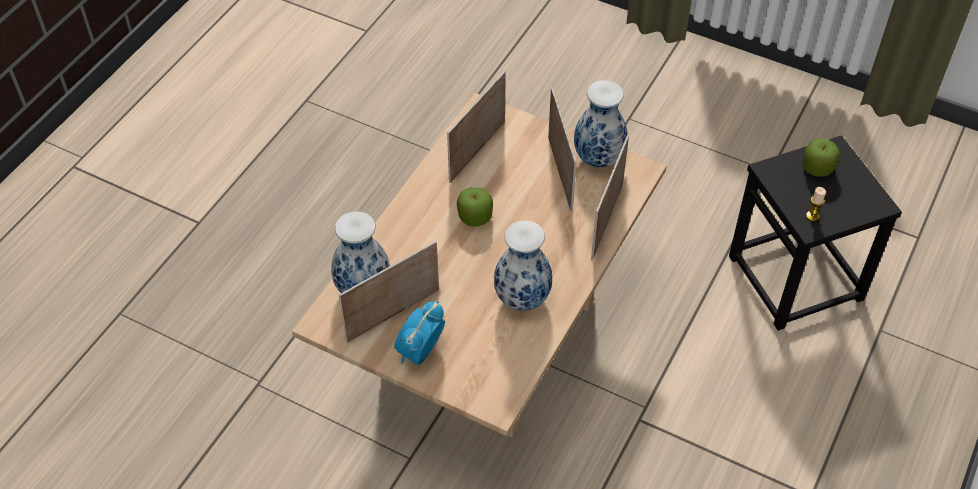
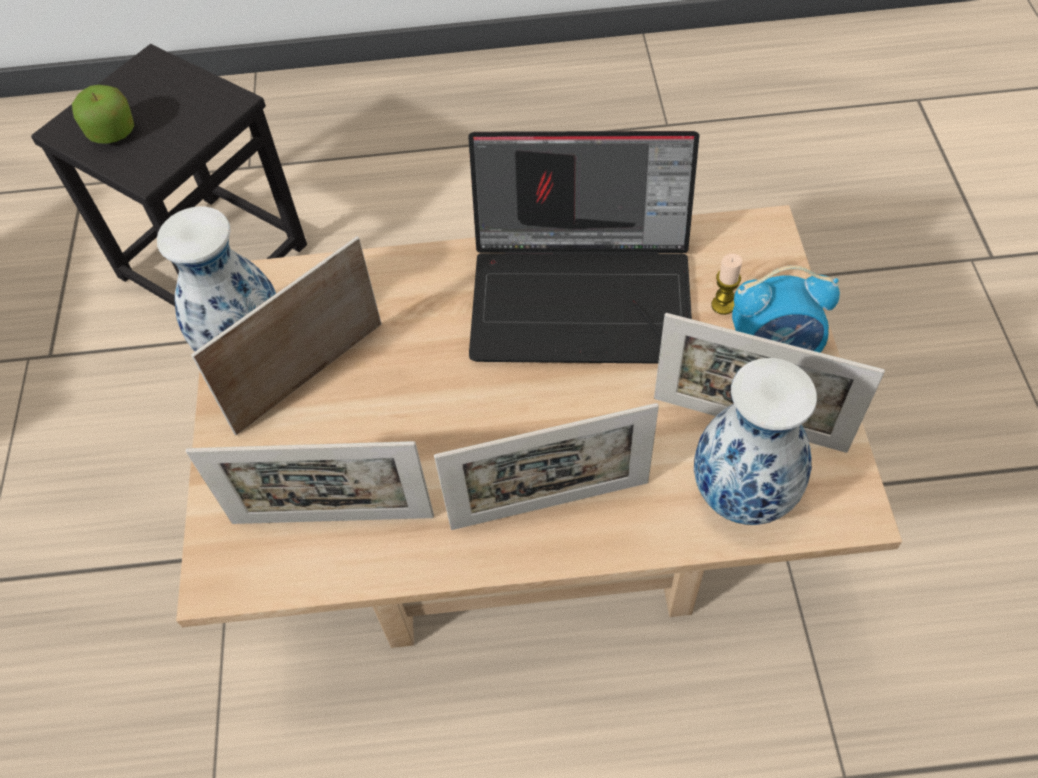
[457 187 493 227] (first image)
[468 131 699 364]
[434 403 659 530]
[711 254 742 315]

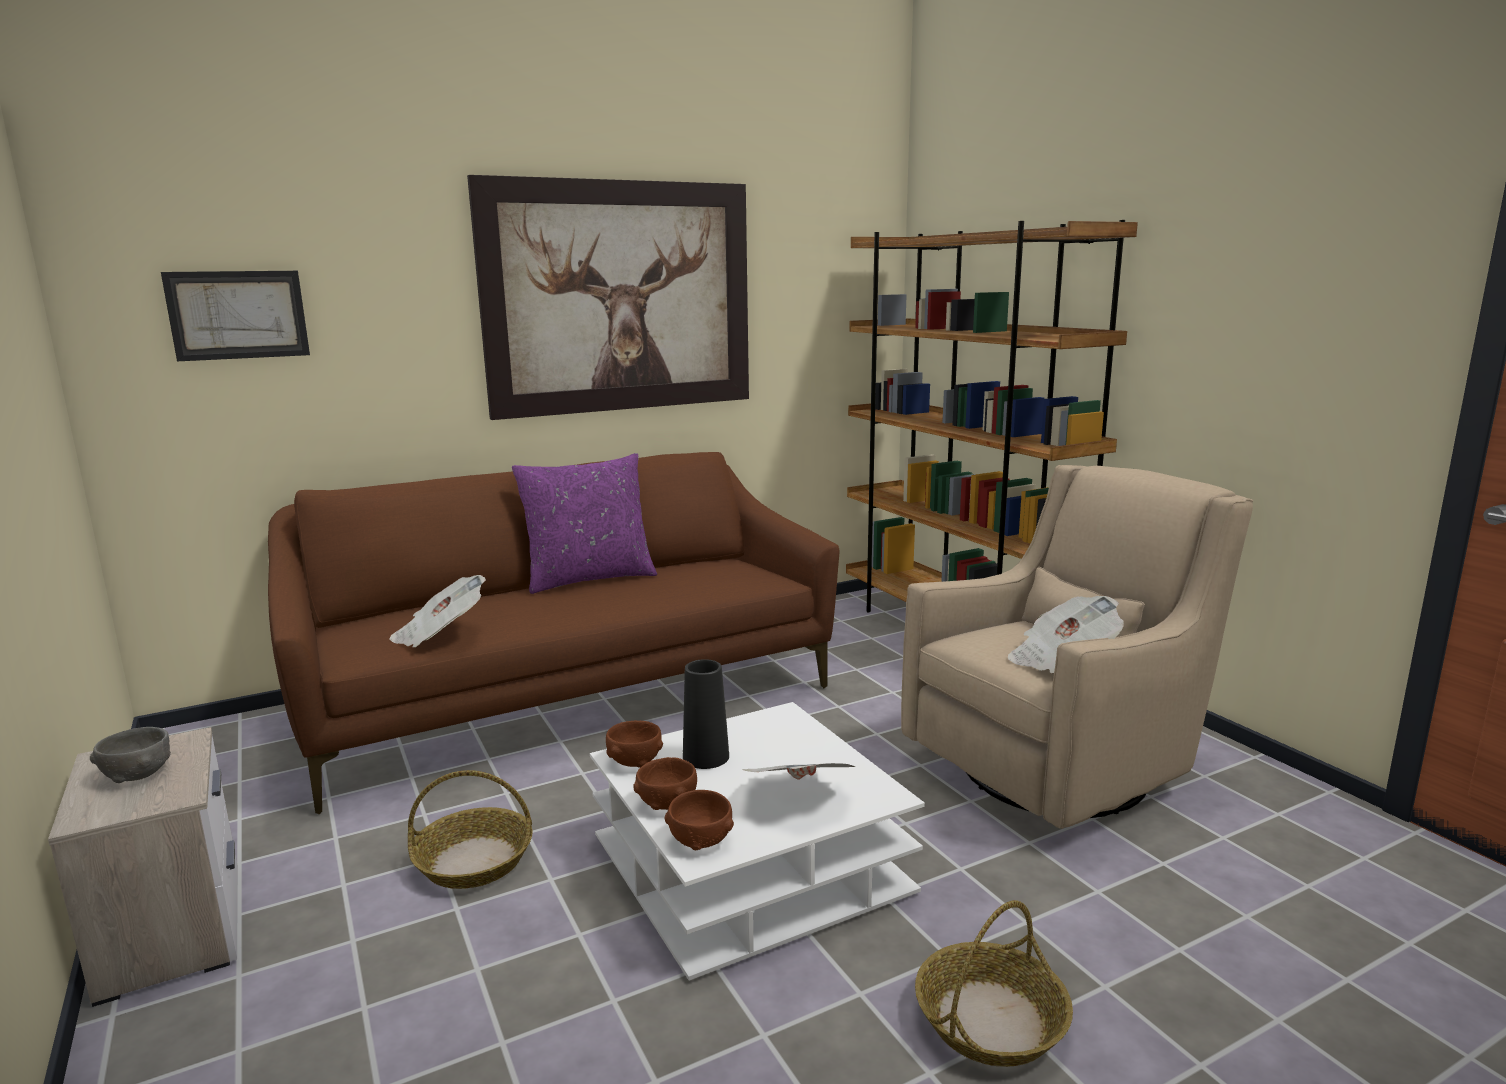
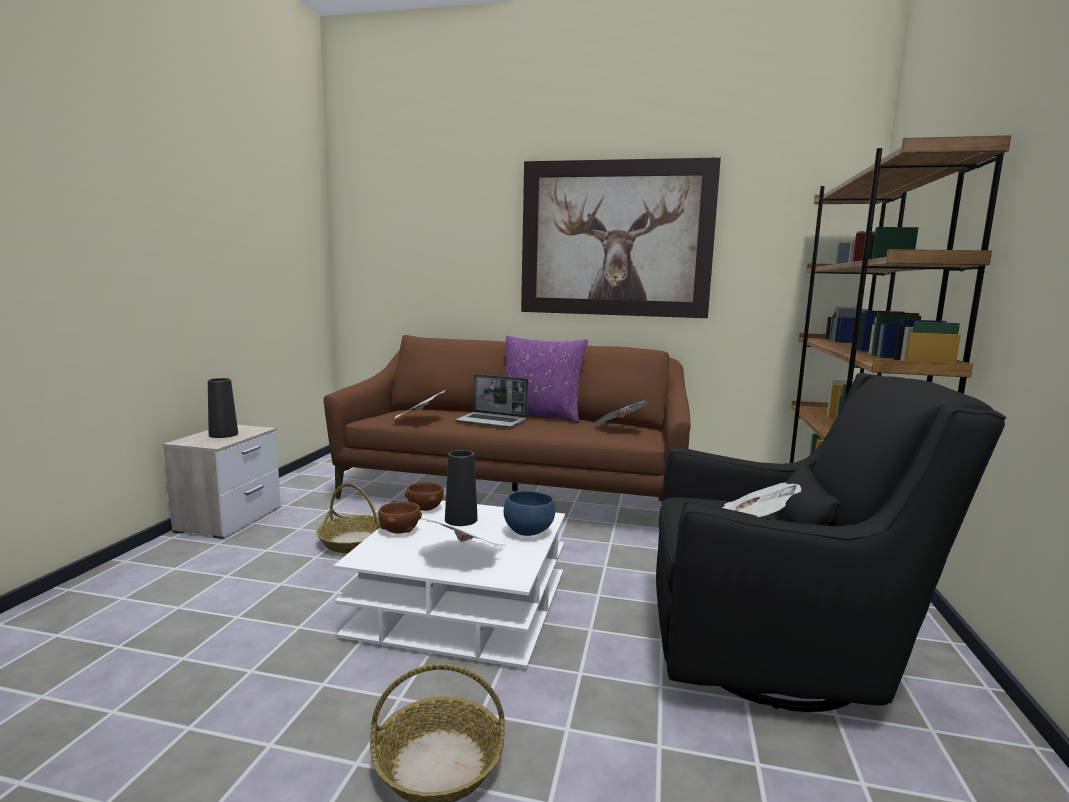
[208 378 238 438]
[161 271 310 361] (first image)
[665 790 734 850] (first image)
[656 373 1006 712]
[455 374 528 428]
[504 491 555 536]
[592 401 648 424]

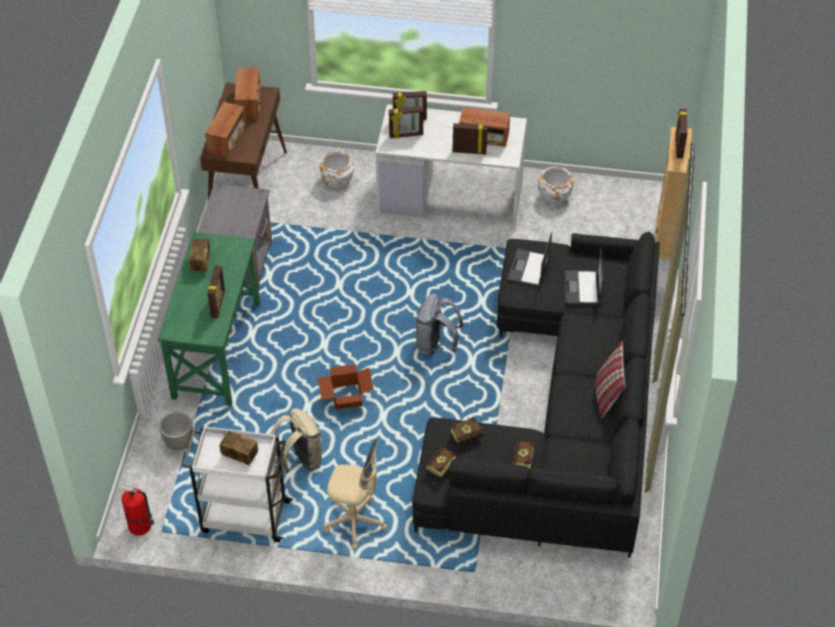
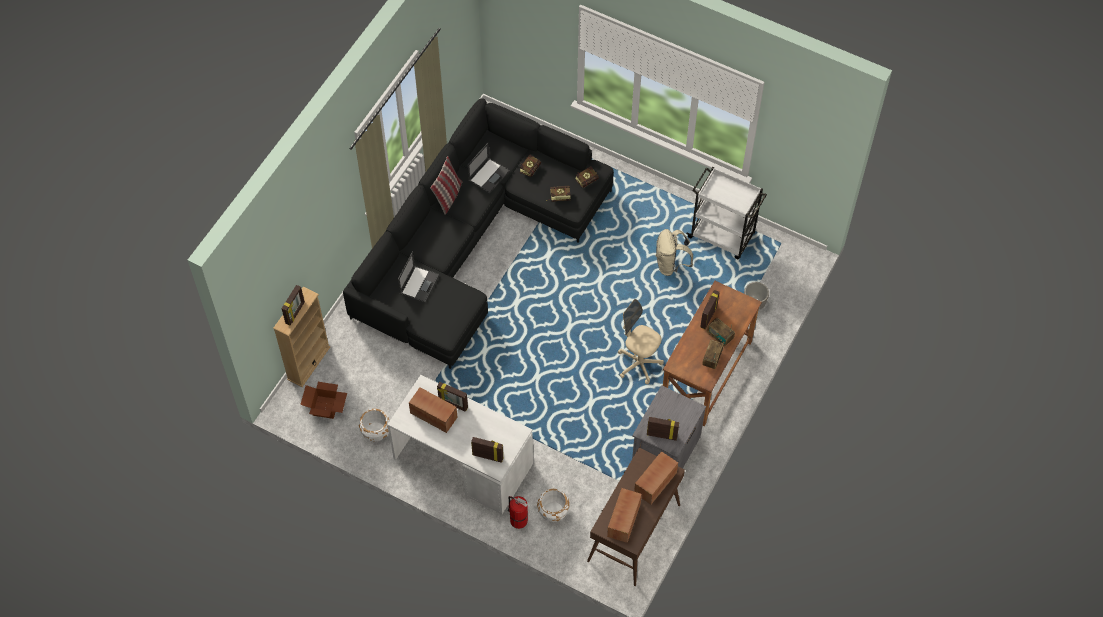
[508 496 528 529]
[663 281 762 426]
[707 318 735 346]
[300 382 347 419]
[618 299 664 384]
[647 417 679 441]
[415 293 464 356] (first image)
[467 143 510 194]

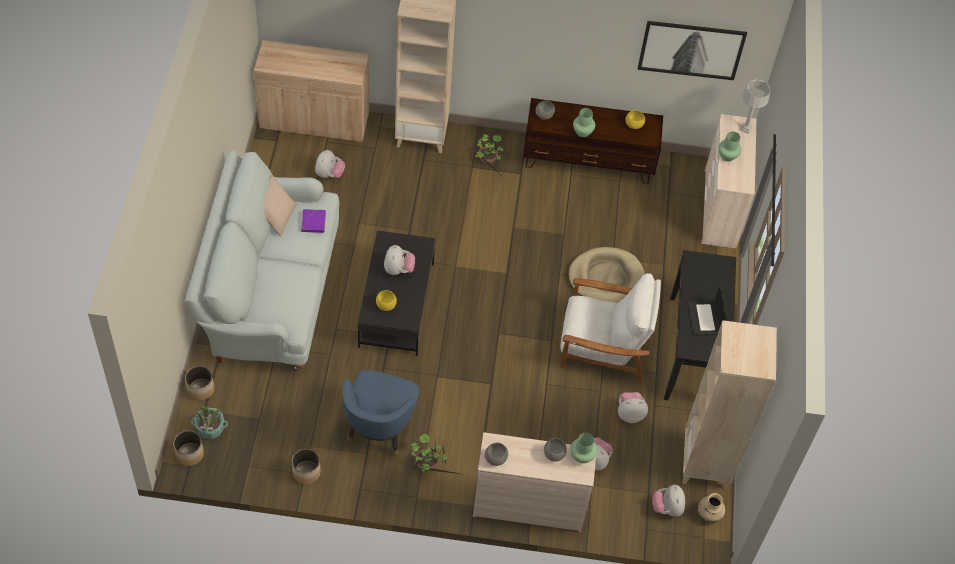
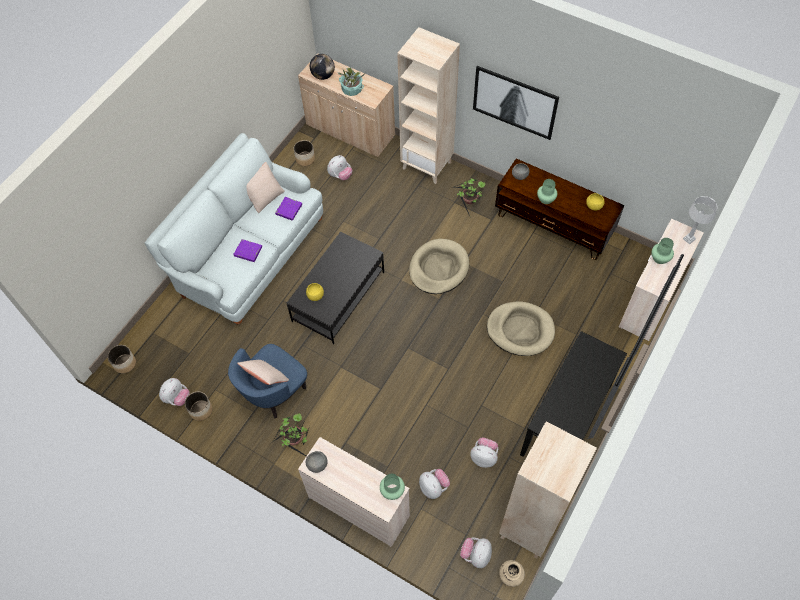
[294 140 315 166]
[338 68 365 96]
[159 378 190 406]
[544 438 567 462] (first image)
[560 273 661 382] (first image)
[473 66 559 140]
[687 286 727 336] (first image)
[233 239 262 262]
[237 360 289 385]
[310 54 335 80]
[409 238 469 294]

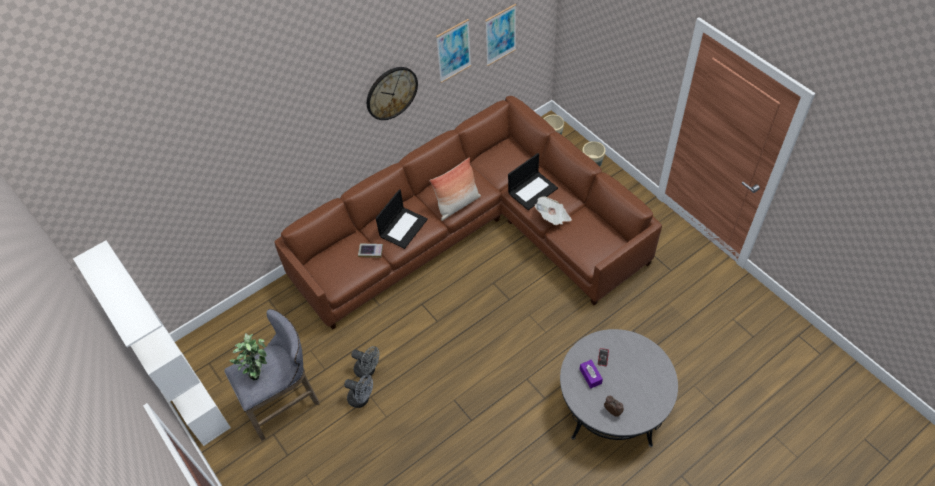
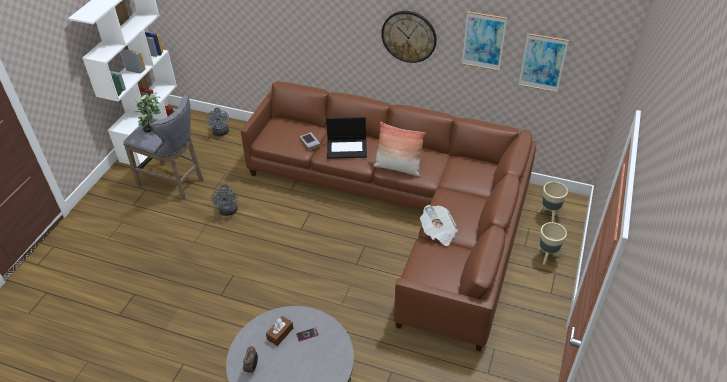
[206 108 229 136]
[508 153 558 210] (first image)
[266 316 293 346]

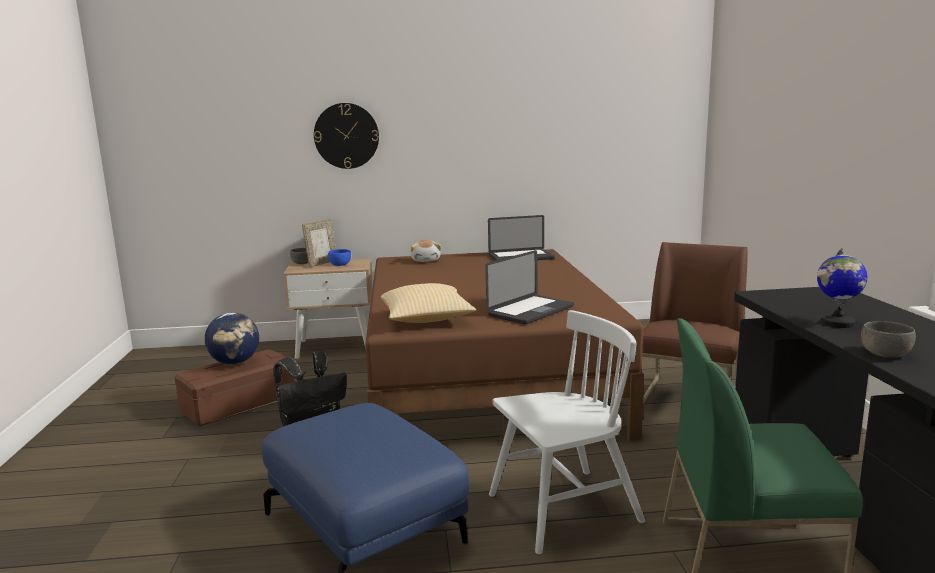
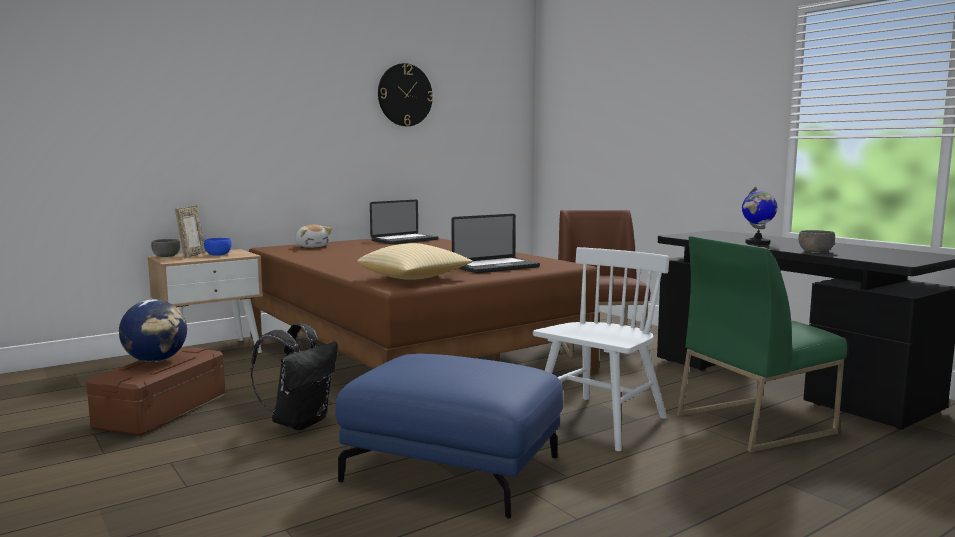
[378 63 433 126]
[452 214 540 273]

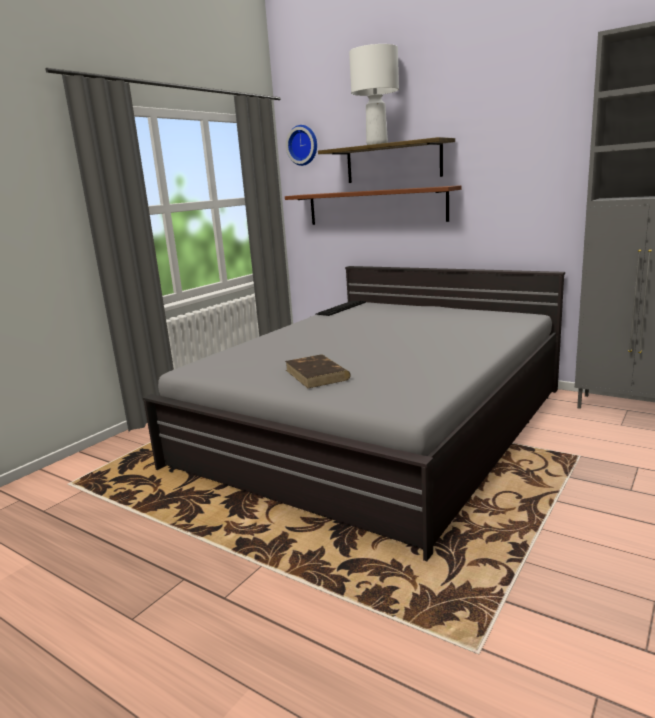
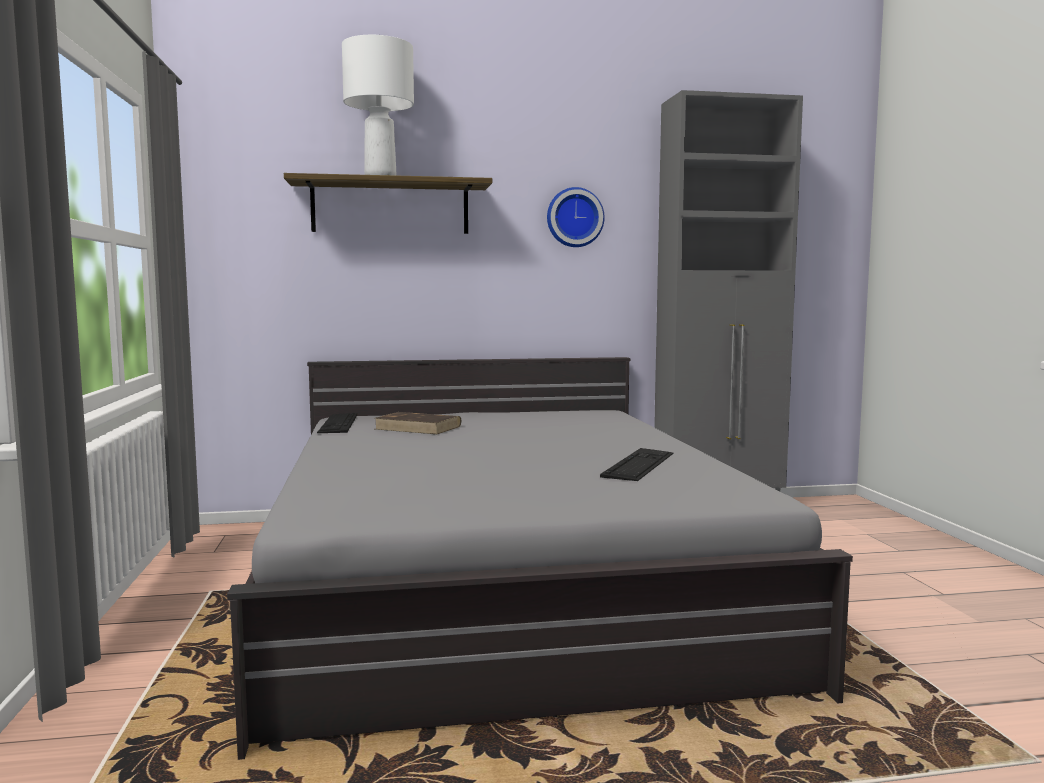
[285 185 461 225] (first image)
[375 412 461 434]
[547 187 605 247]
[600 448 673 481]

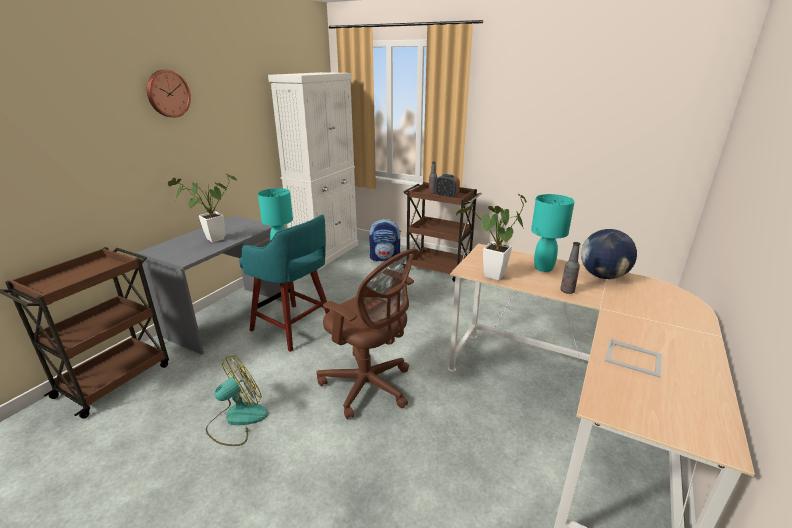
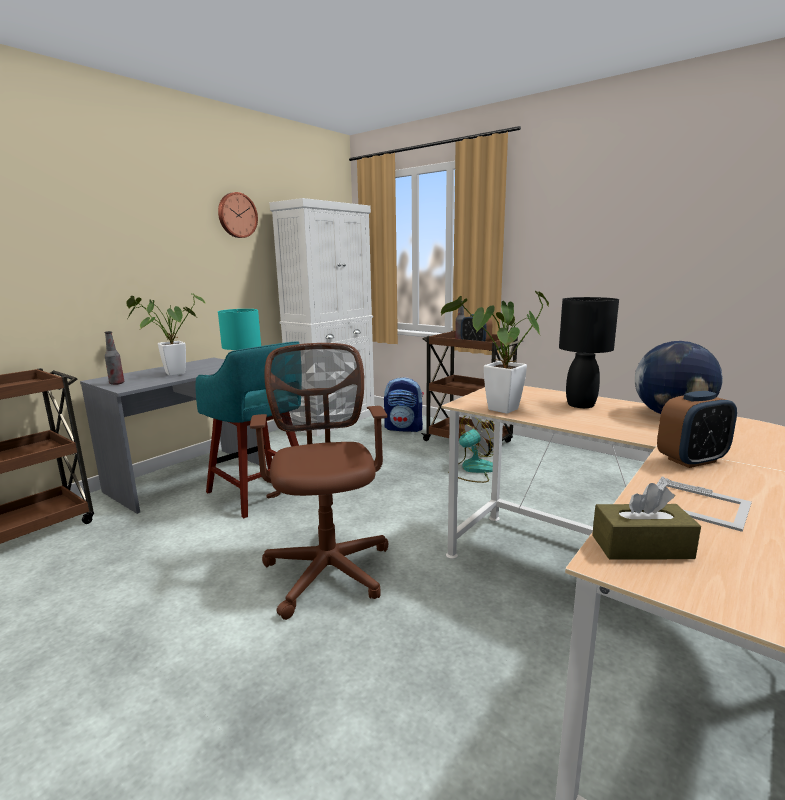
[218 192 258 238]
[448 415 494 483]
[250 343 388 620]
[559 297 619 408]
[104 331 124 385]
[592 483 701 560]
[657 391 737 468]

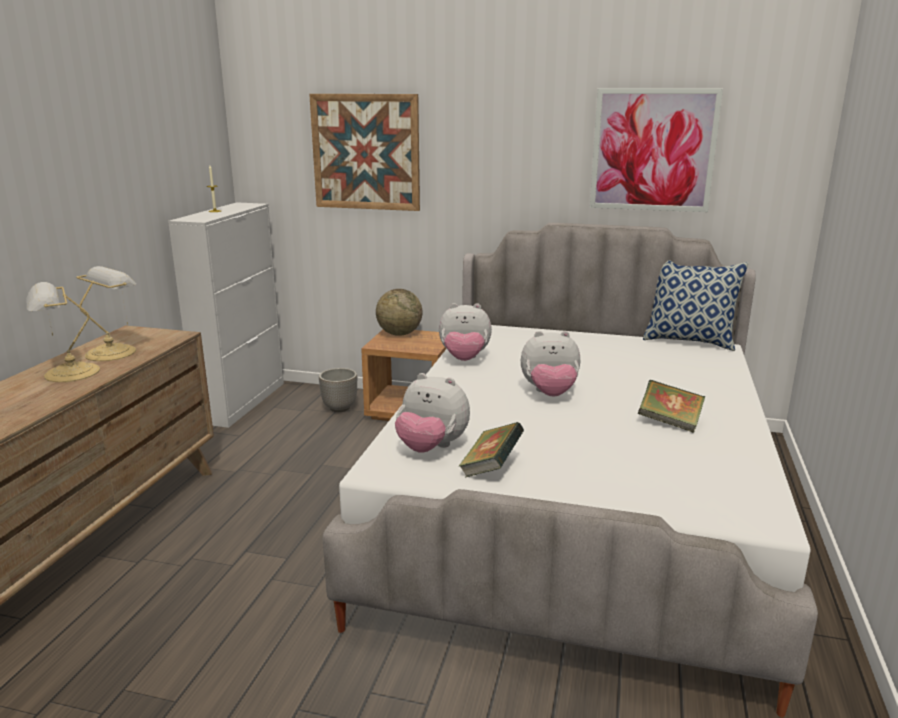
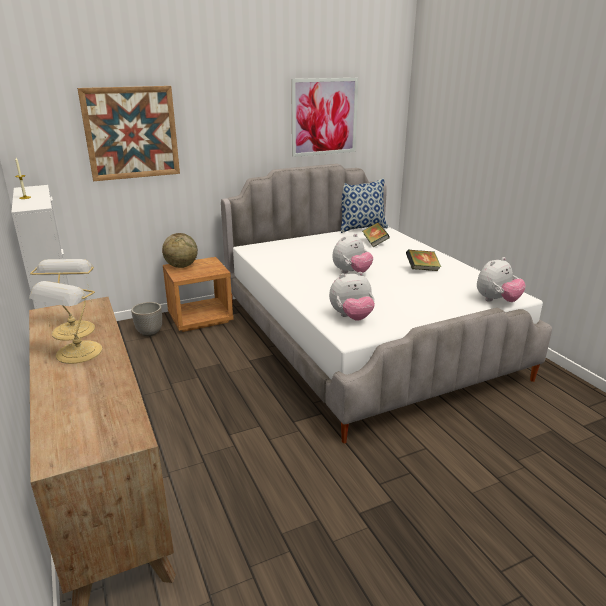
[477 257 526 302]
[362 222 390 247]

